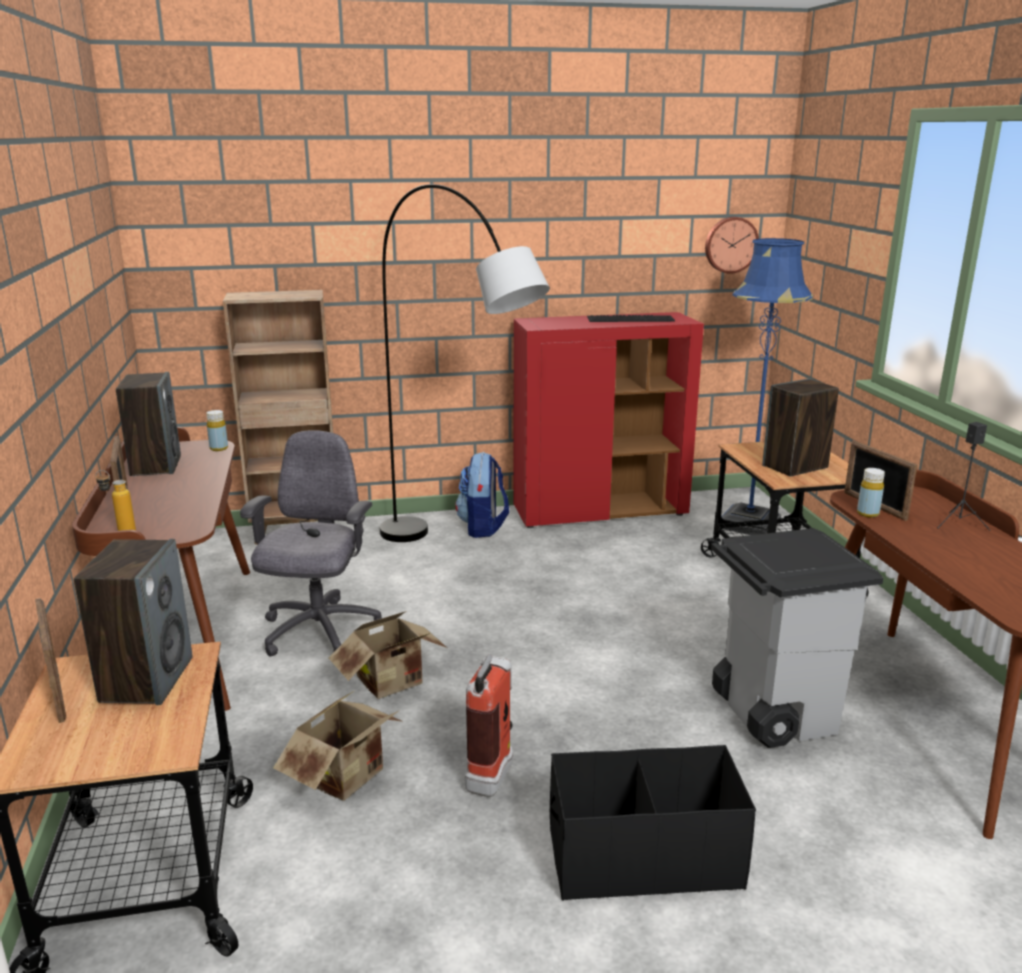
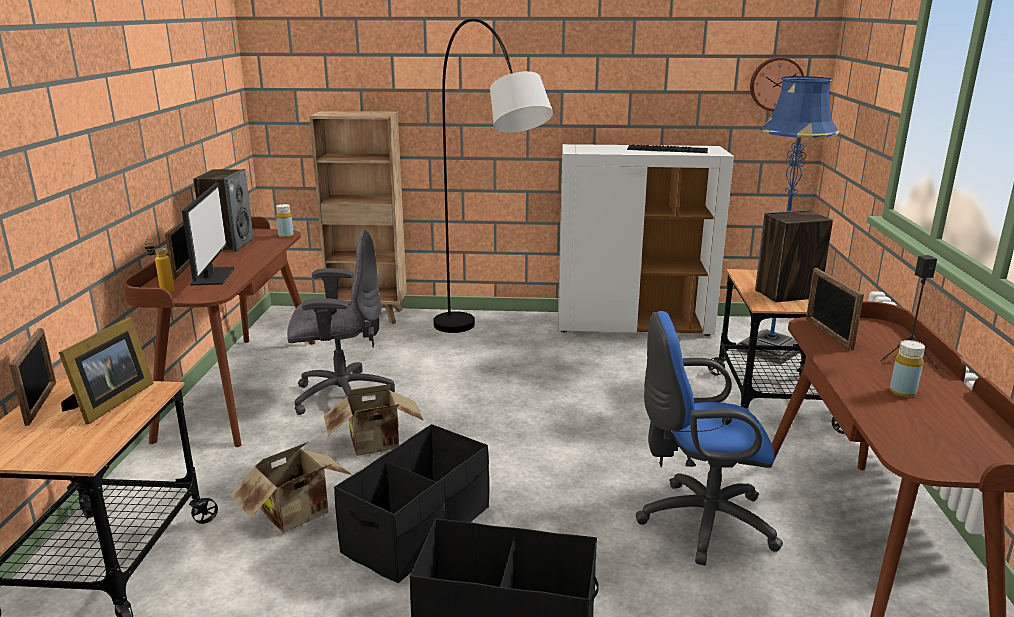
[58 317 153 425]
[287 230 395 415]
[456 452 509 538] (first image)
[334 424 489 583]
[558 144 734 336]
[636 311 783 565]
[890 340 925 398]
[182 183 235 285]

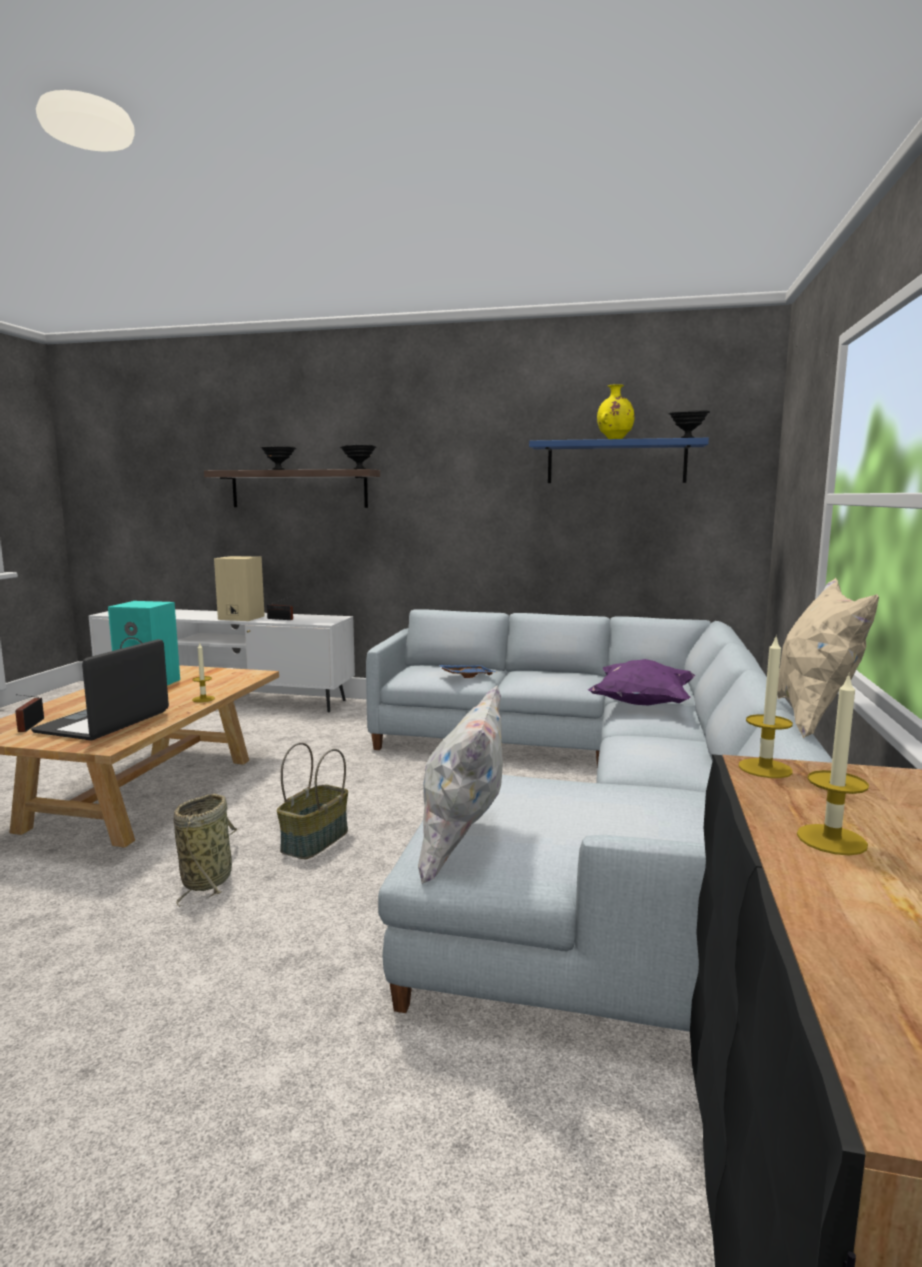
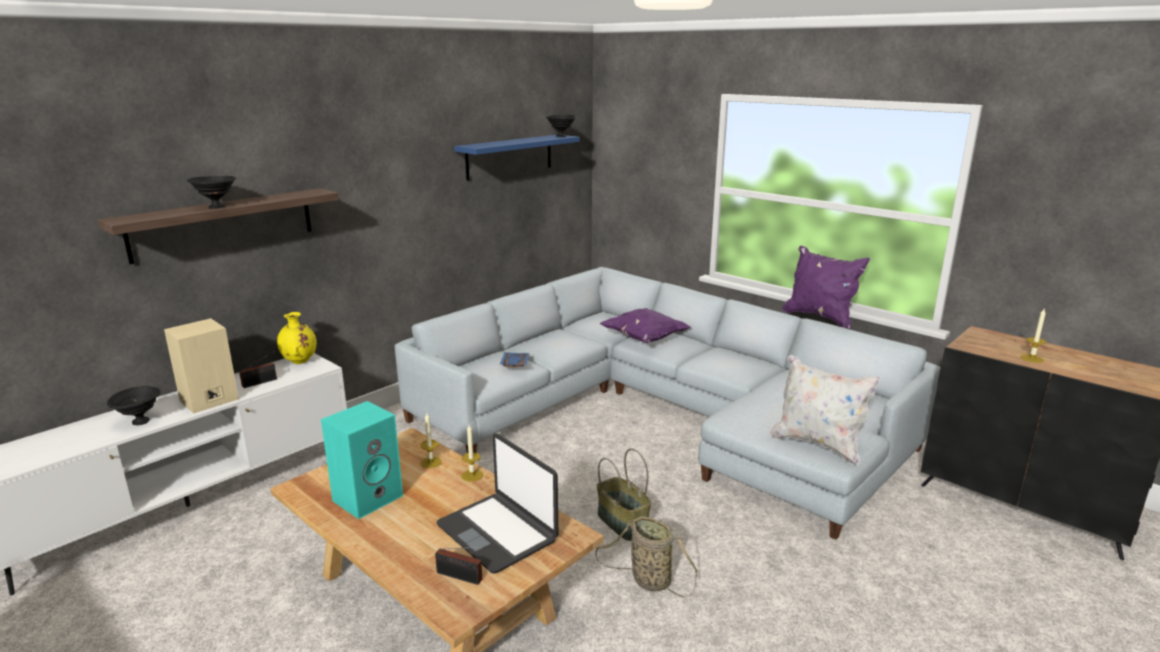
[107 386 160 425]
[277 312 317 364]
[420 413 442 468]
[782 245 870 329]

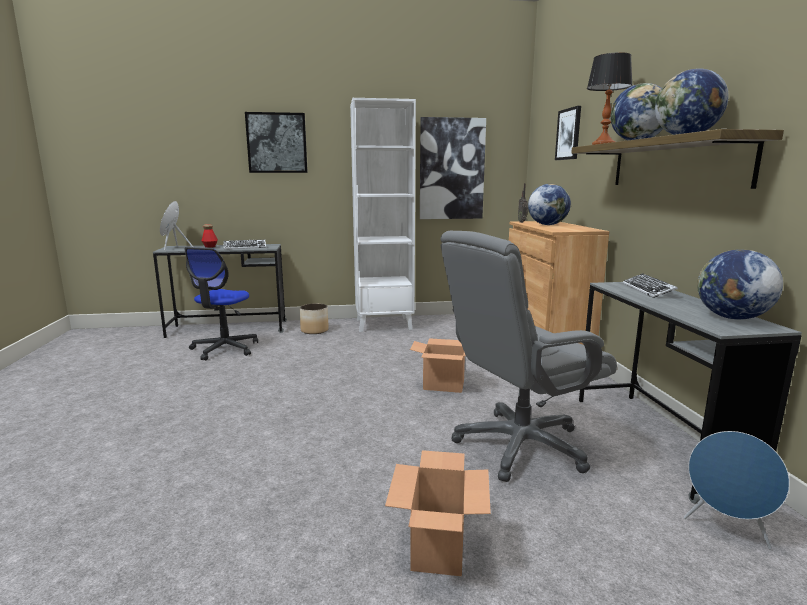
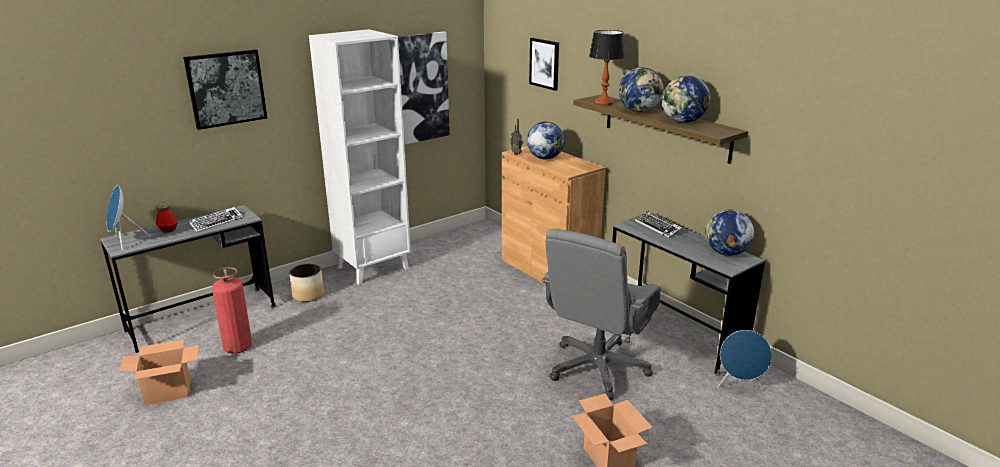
[212 267 252 354]
[119 339 199 405]

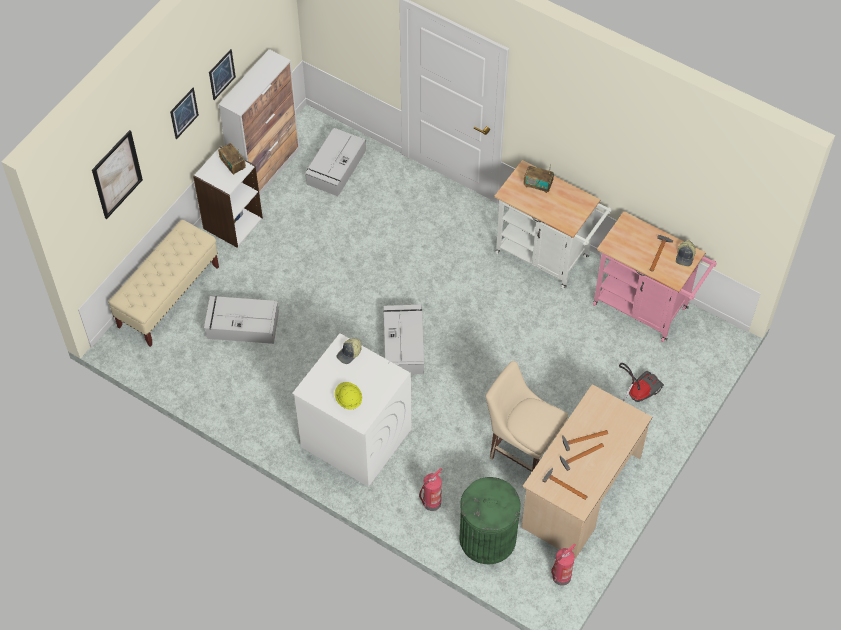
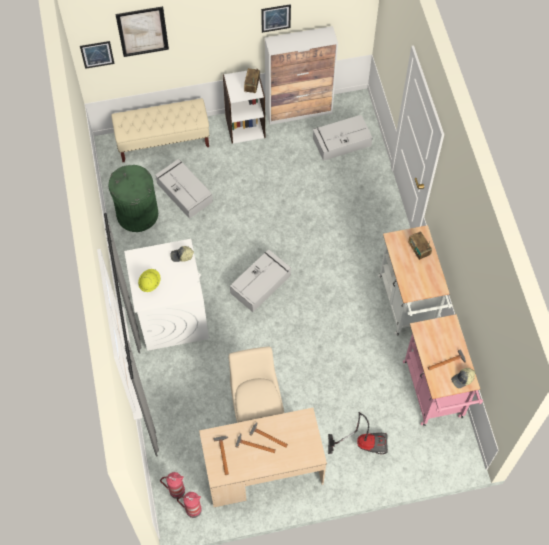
[80 41 115 69]
[160 472 185 499]
[109 165 158 232]

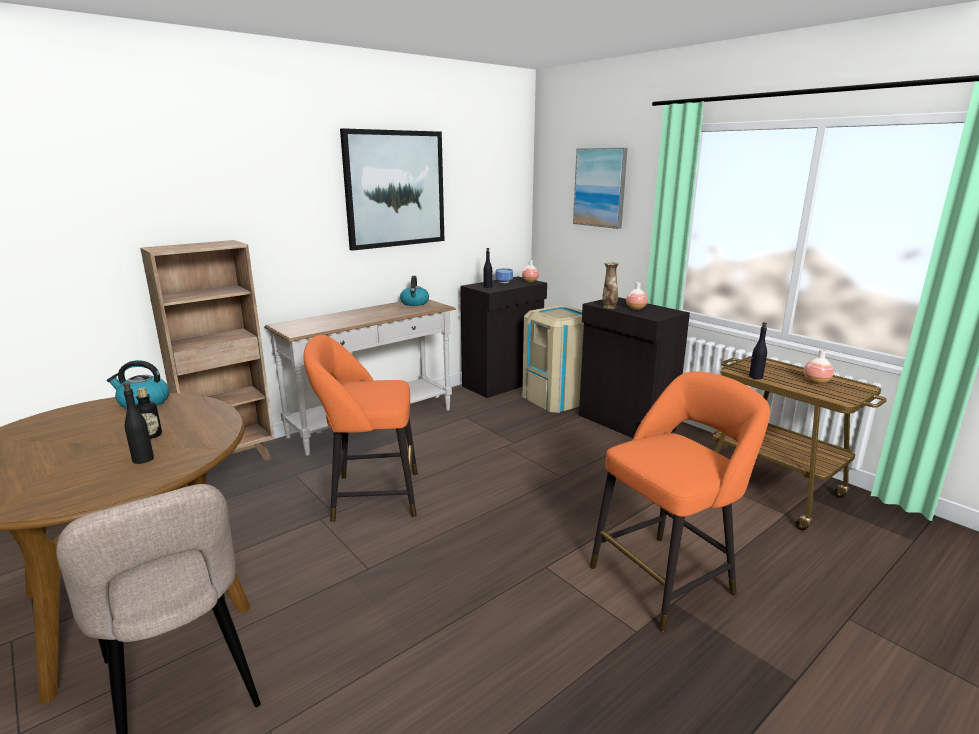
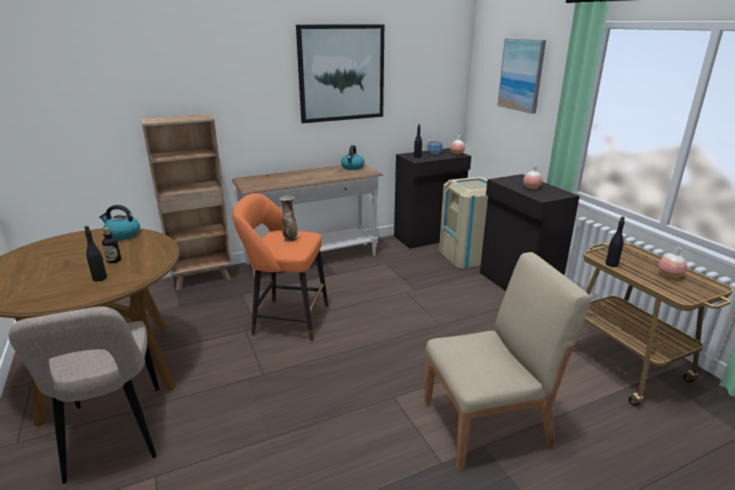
[424 252 591 470]
[279 196 298 242]

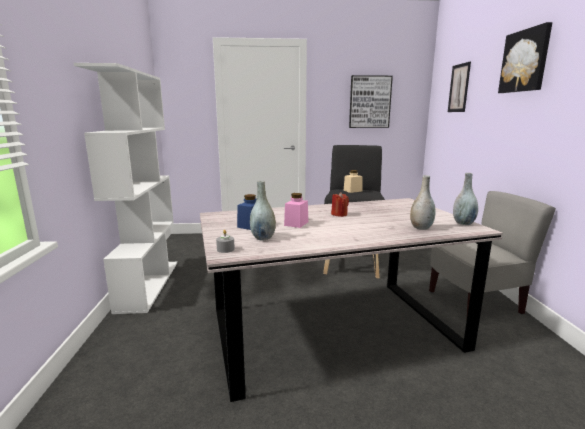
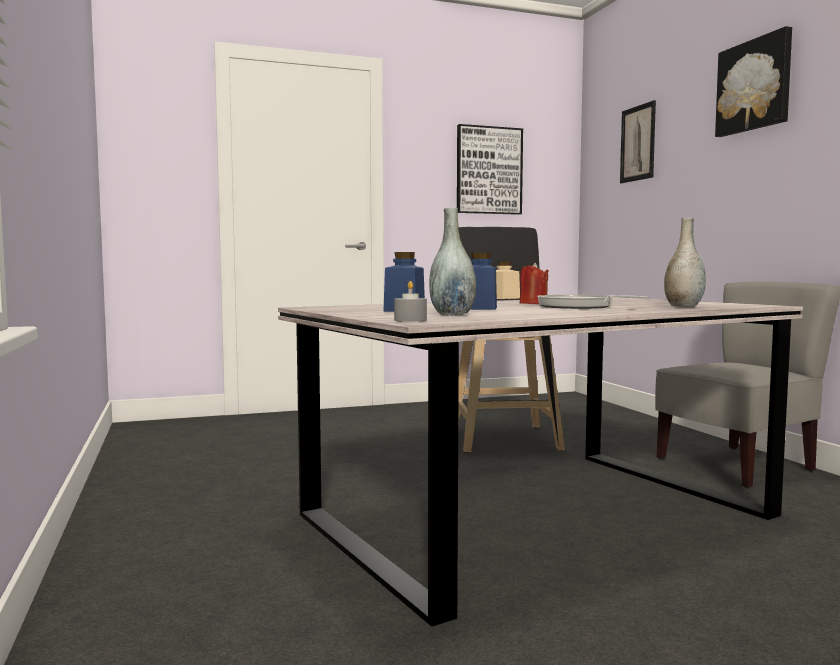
[74 63 177 314] (first image)
[470 253 497 310]
[453 173 478 225] (first image)
[537 295 647 309]

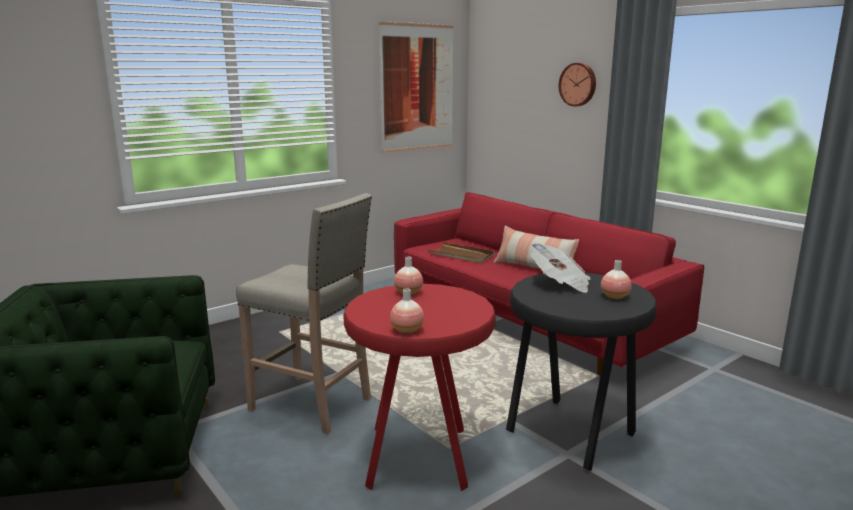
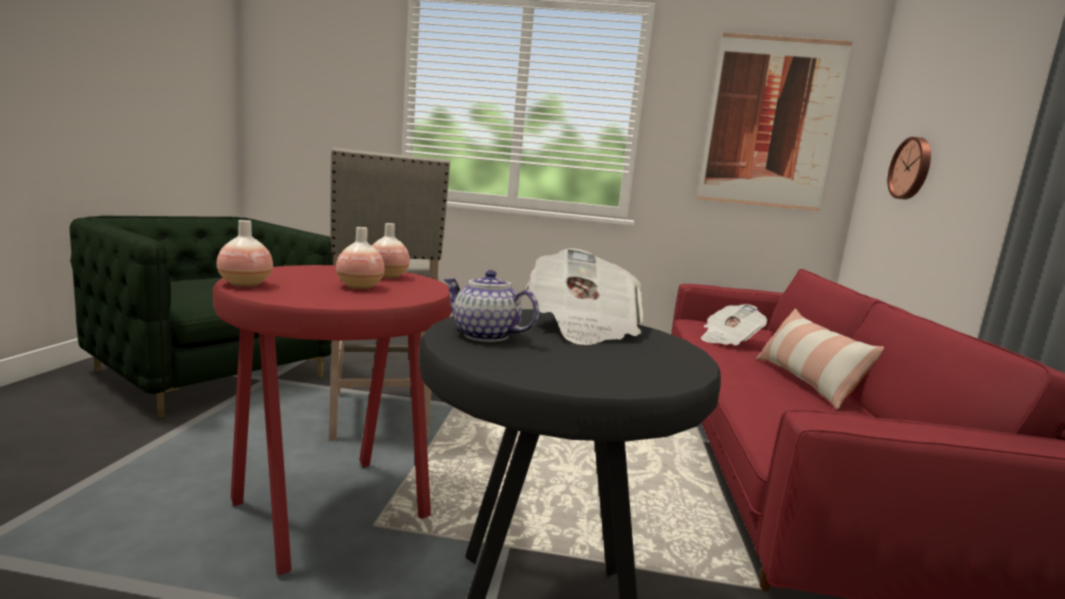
[701 304 767 345]
[888 137 931 199]
[336 227 385 289]
[444 270 539 342]

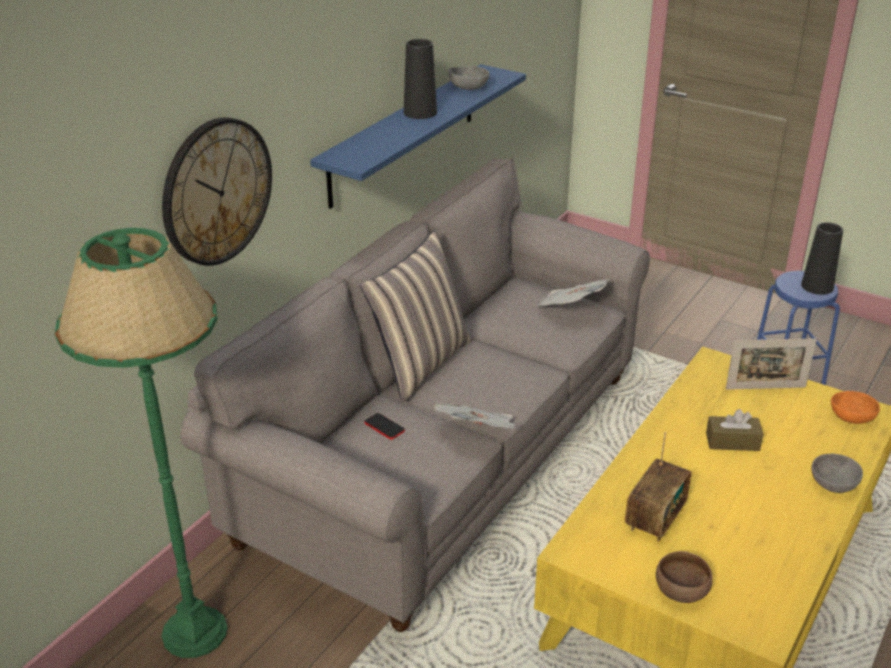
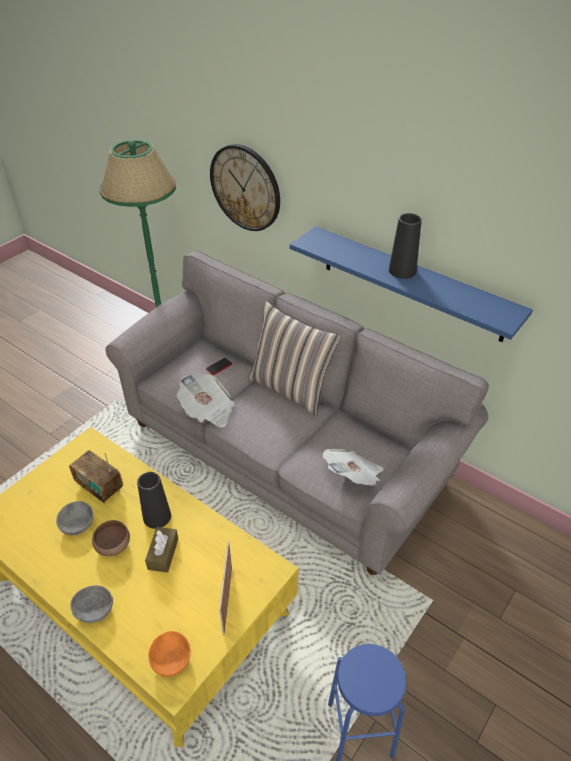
[56 501 93 535]
[92 520 130 556]
[137 472 171 529]

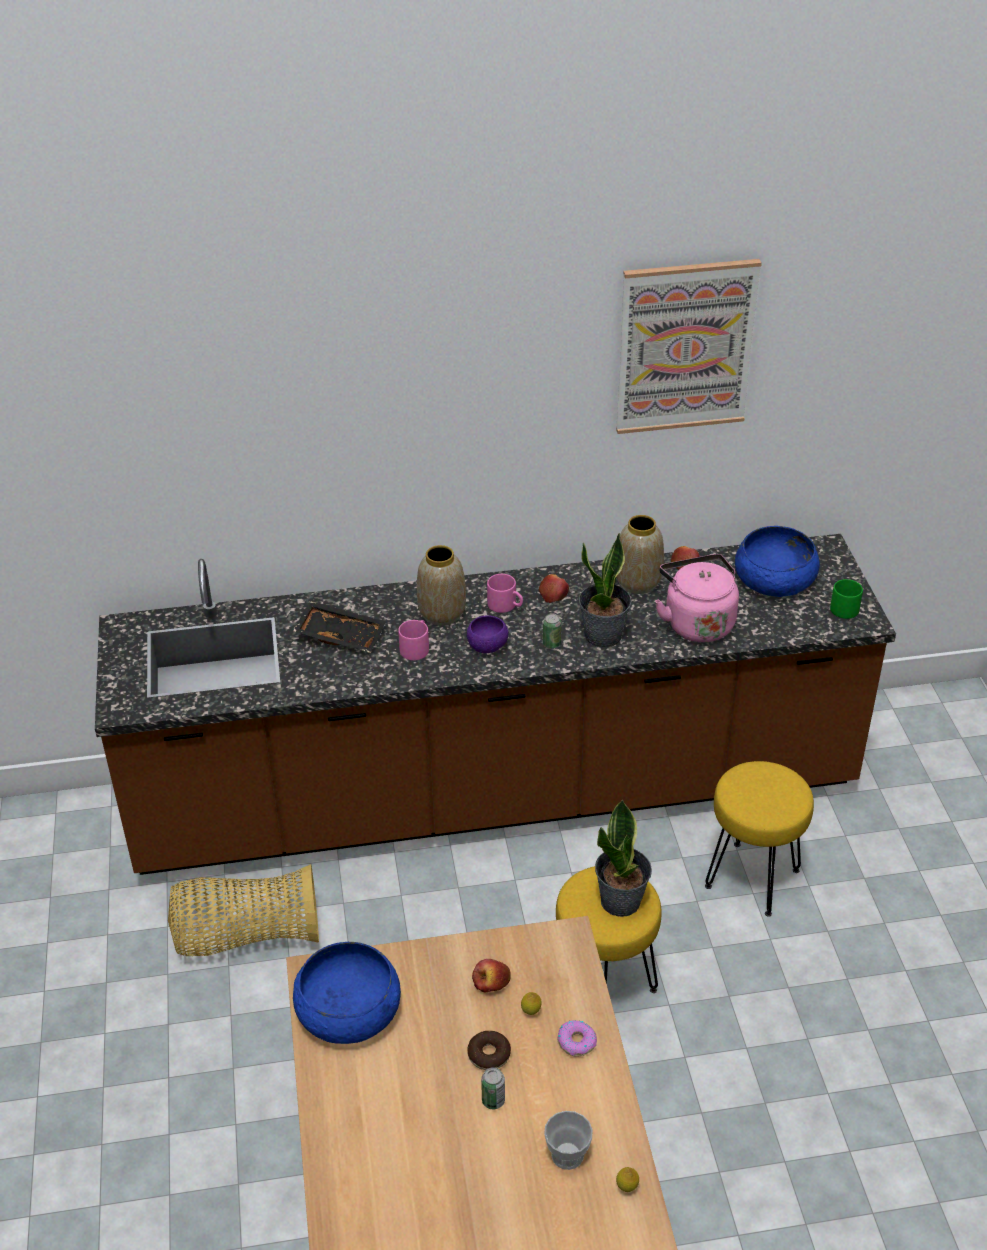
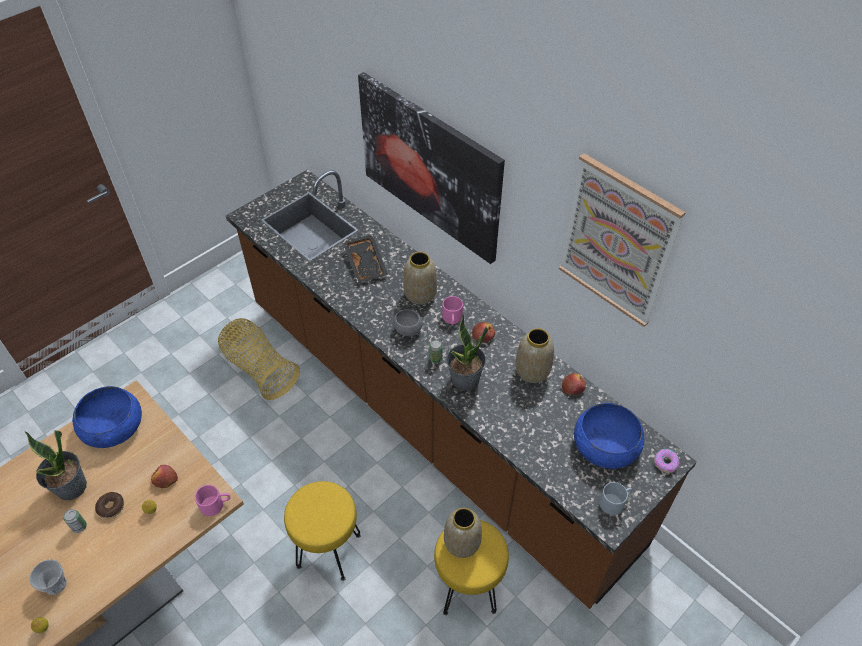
[195 485 230 516]
[393 309 422 336]
[654 449 679 473]
[25 430 87 500]
[655 554 739 642] (first image)
[599 482 632 515]
[358 72 505 264]
[444 508 482 558]

